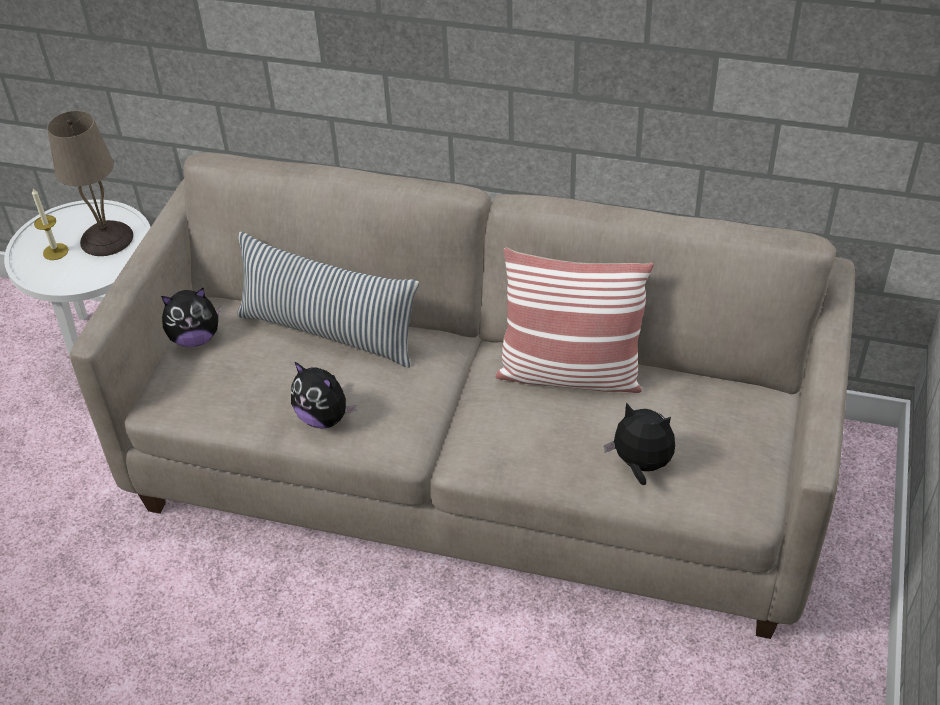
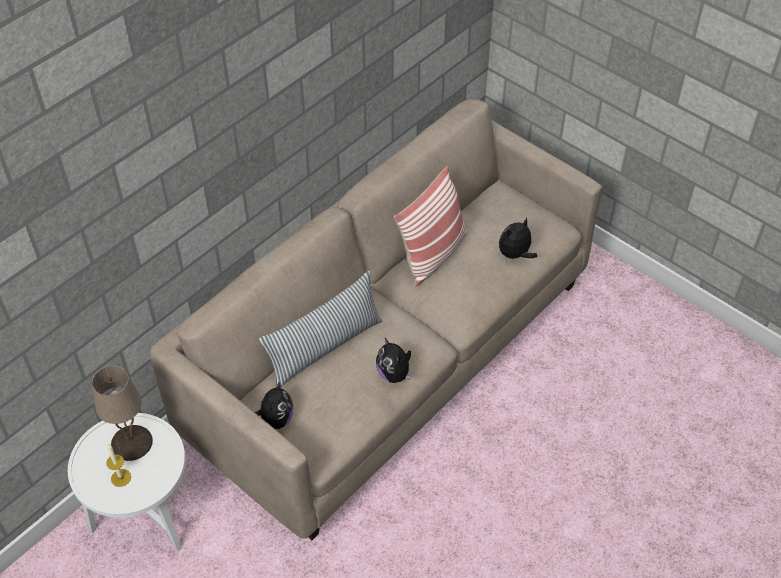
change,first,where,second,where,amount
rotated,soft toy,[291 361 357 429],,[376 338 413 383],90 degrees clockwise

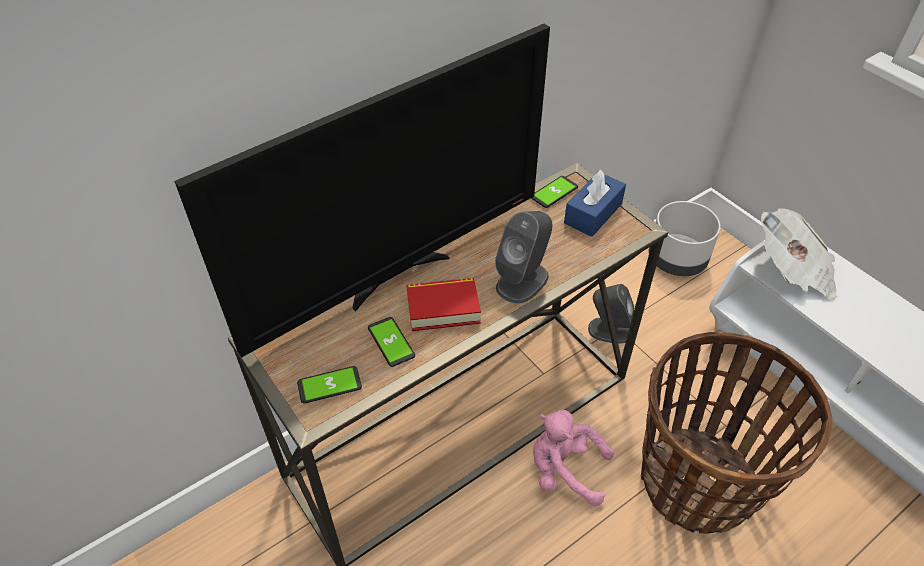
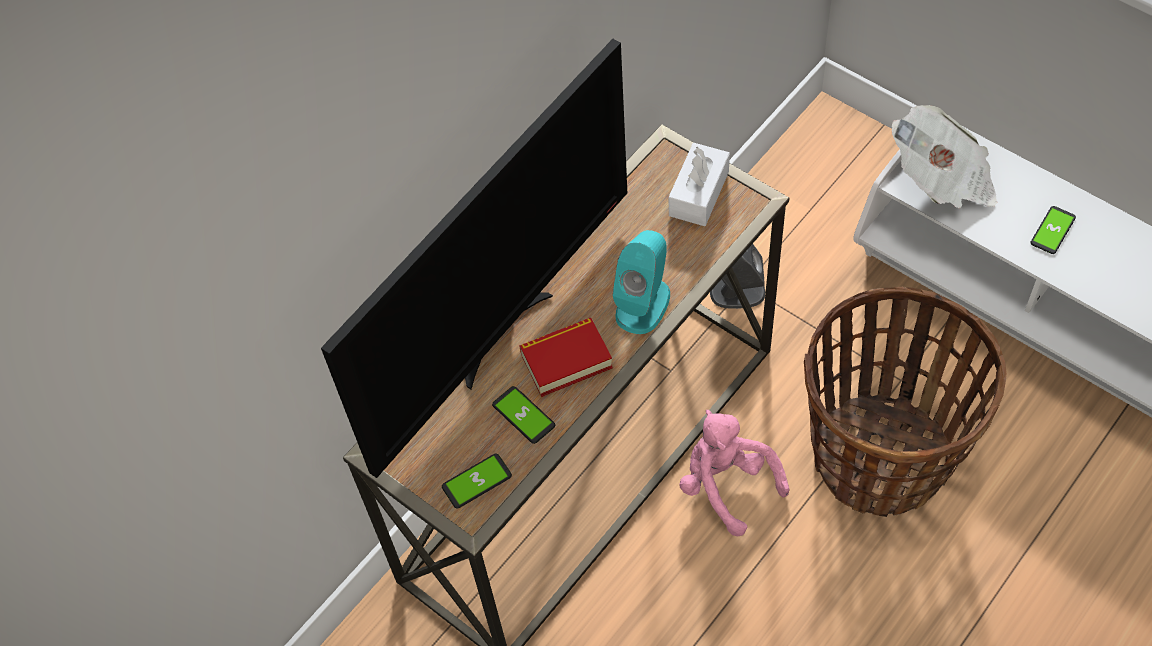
change,first,where,second,where,amount
gone,greyish plant pot,[649 201 721 276],,,
shifted,telephone,[531 176 578 208],,[1031 206 1076 254],
repainted,greyish speaker,[495 211 552 304],turquoise speaker,[613 230 670 334],
repainted,blue-coloured box of tissues,[564 170 626 237],white-coloured box of tissues,[669 143 730 226],
rotated,pink-coloured soft toy,[533 410 614 506],,[679 410 789 537],45 degrees clockwise

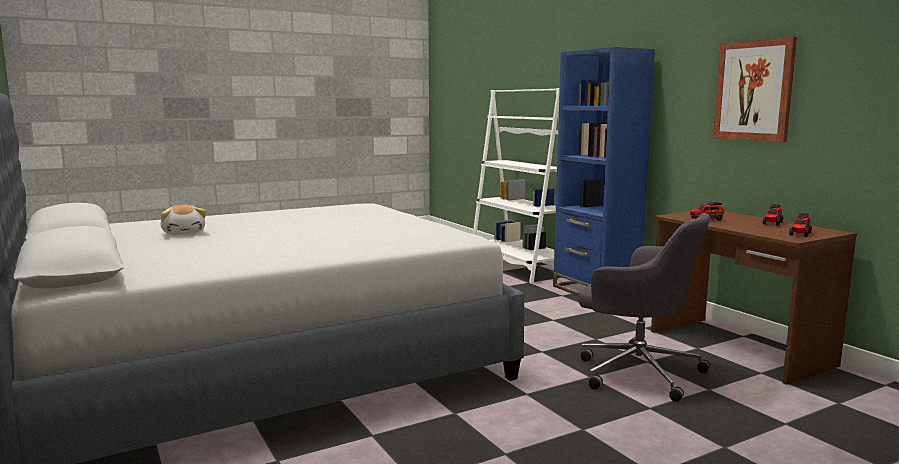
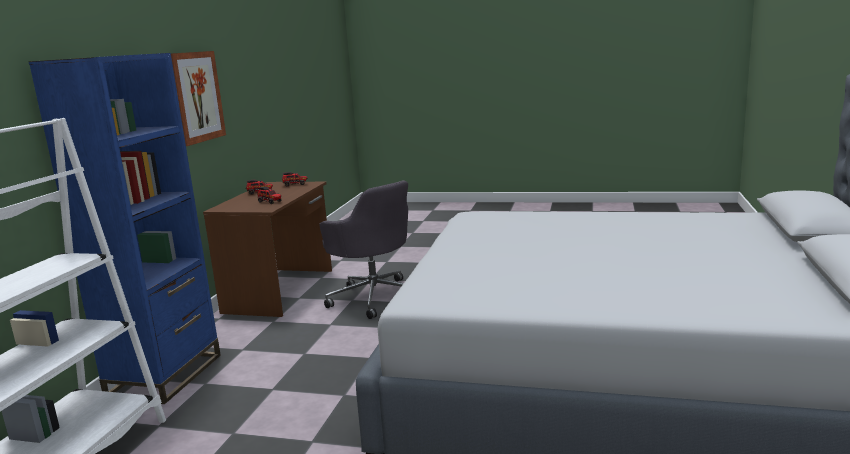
change,first,where,second,where,amount
gone,soft toy,[160 205 206 235],,,
rotated,greyish computer chair,[578 213 710 402],,[319 180 408 319],150 degrees clockwise

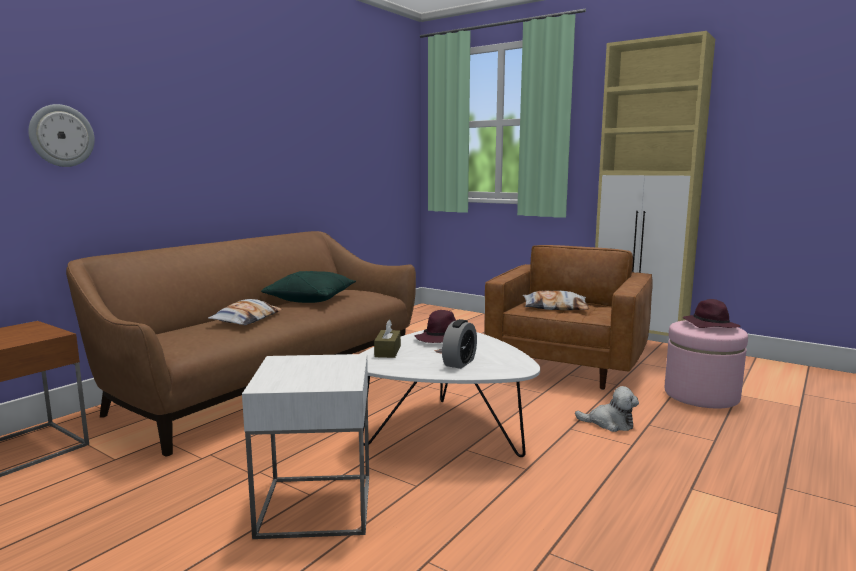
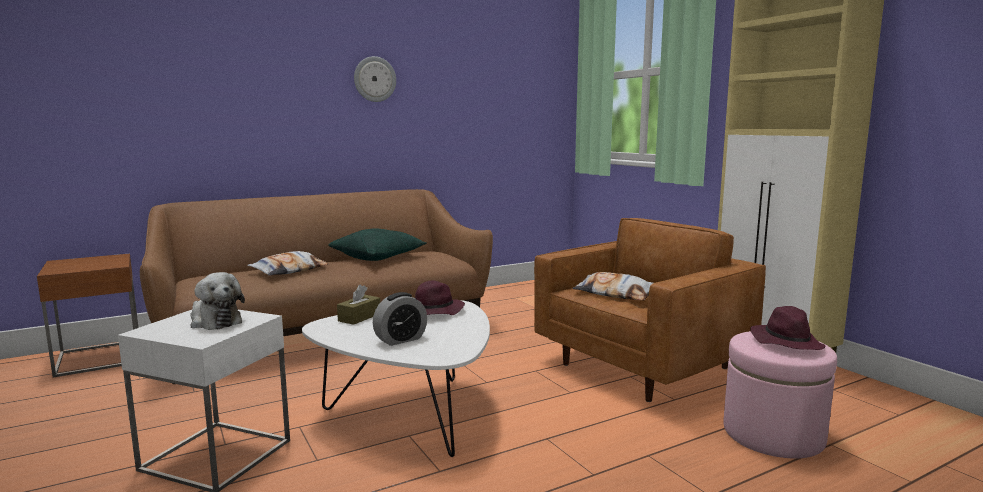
change,first,where,second,where,amount
shifted,hanging clock,[28 104 95 167],,[354 56 396 102],
shifted,soft toy,[575 386 639 432],,[190 272 245 330],

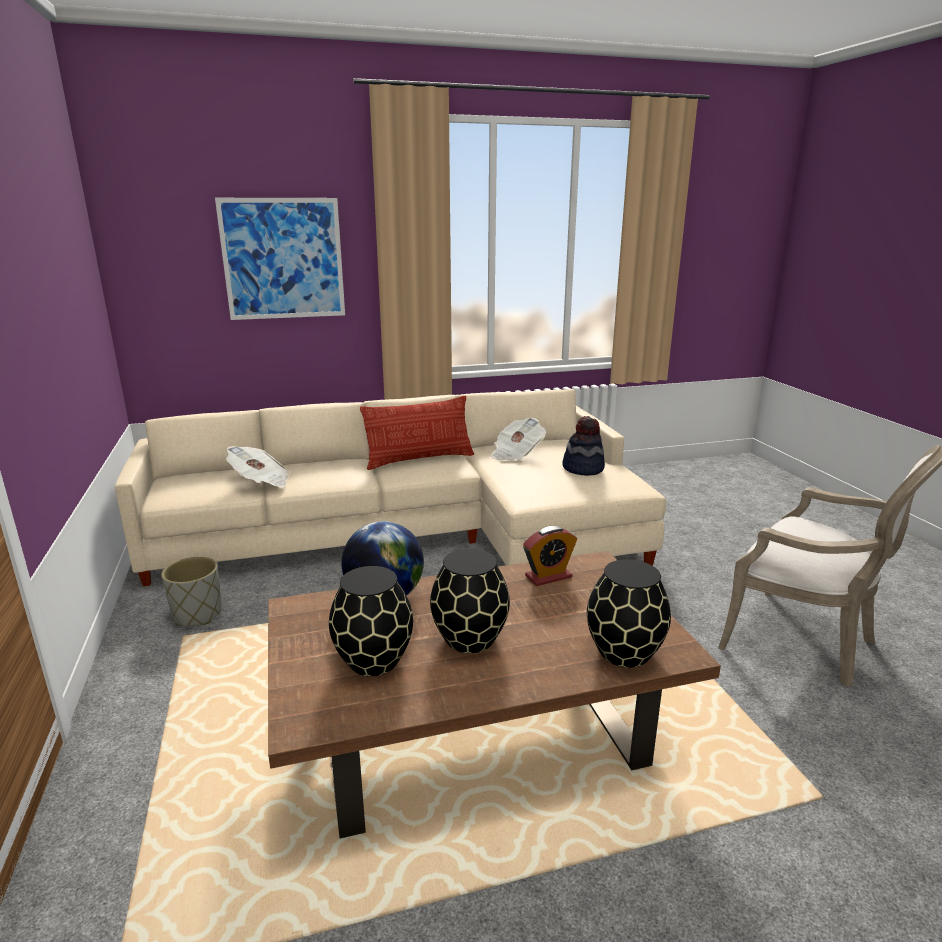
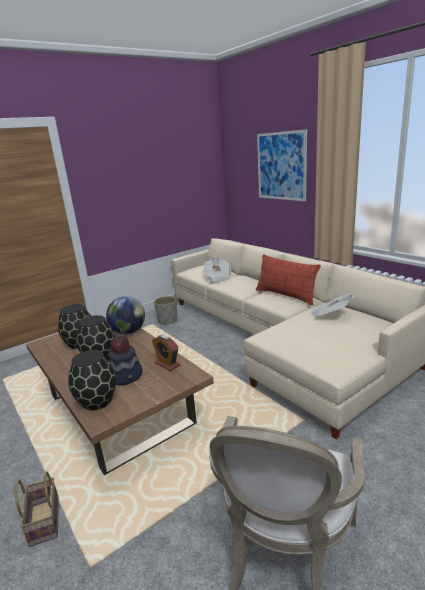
change,first,where,second,where,amount
new,,,household basket,[15 471 59 547],
shifted,clothing hat,[562 416 605 476],,[109 334 143 385],

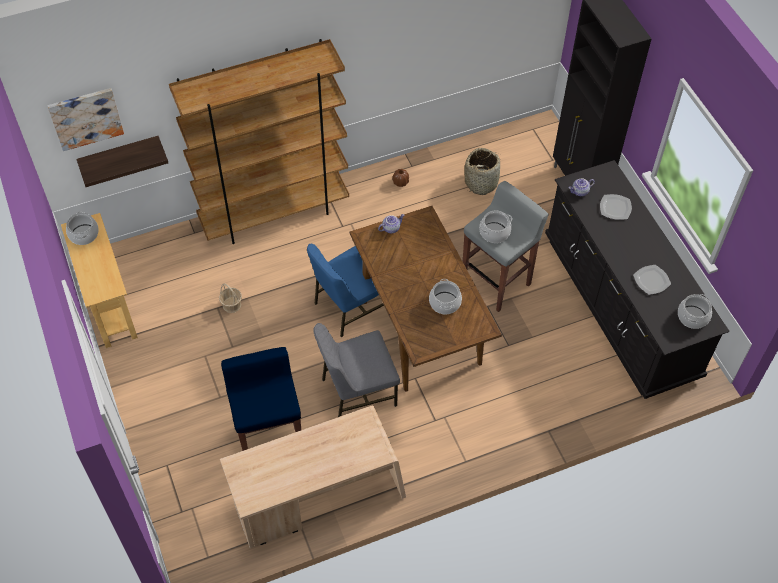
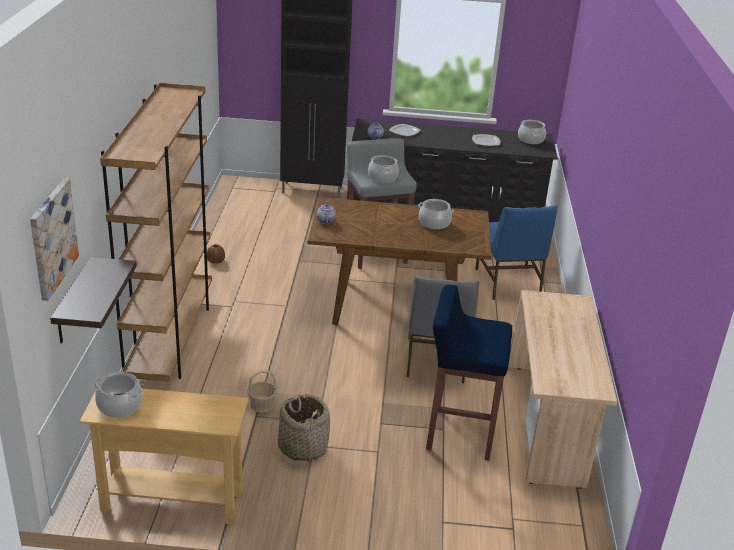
change,first,where,second,where,amount
shifted,blue-coloured plain chair,[307 244 384 337],,[475 205 558 300],
shifted,household basket,[465 148 501 195],,[278 394 330 462],

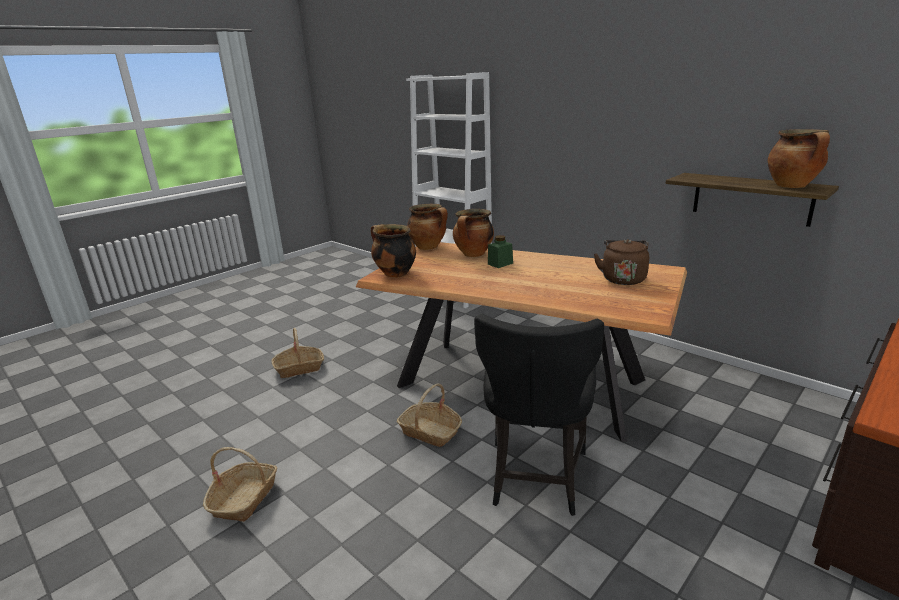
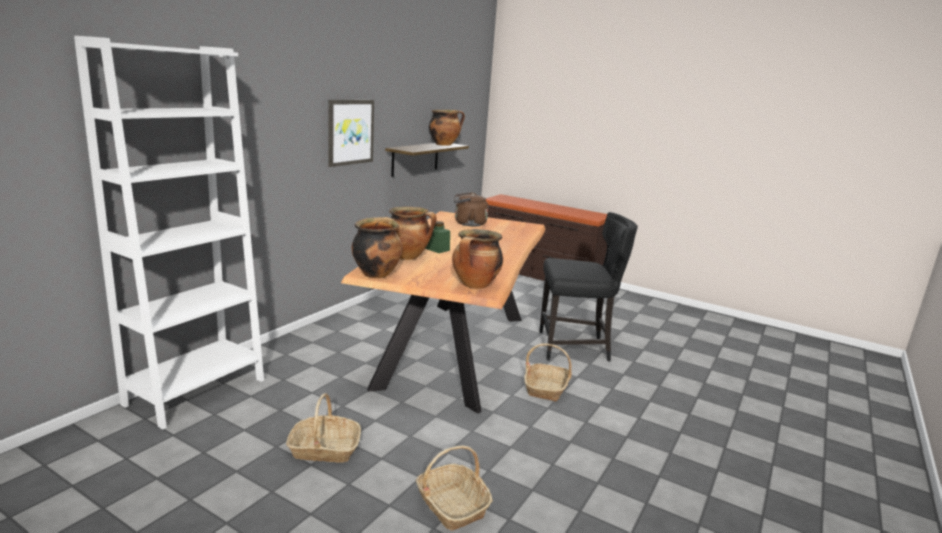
change,first,where,second,where,amount
new,,,wall picture,[328 100 374 167],
shifted,household basket,[203 447 277 522],,[286 393 361 463],

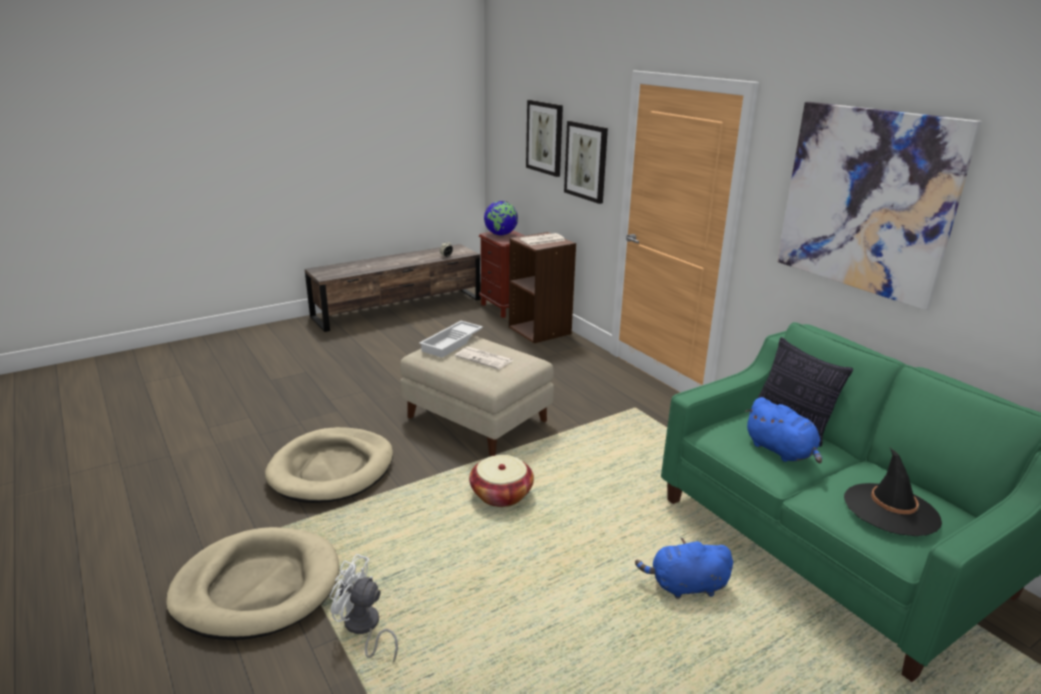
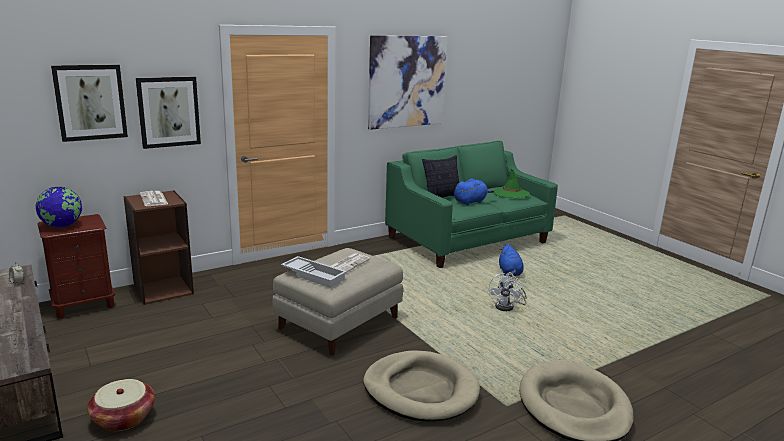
change,first,where,second,where,amount
shifted,white-coloured cooling fan,[329 554 398 663],,[489 272 526 311],
shifted,household basket,[469 455 534 507],,[87 379 155 431],
repainted,black clothing hat,[844 448 942 536],green clothing hat,[493 168 530 198],

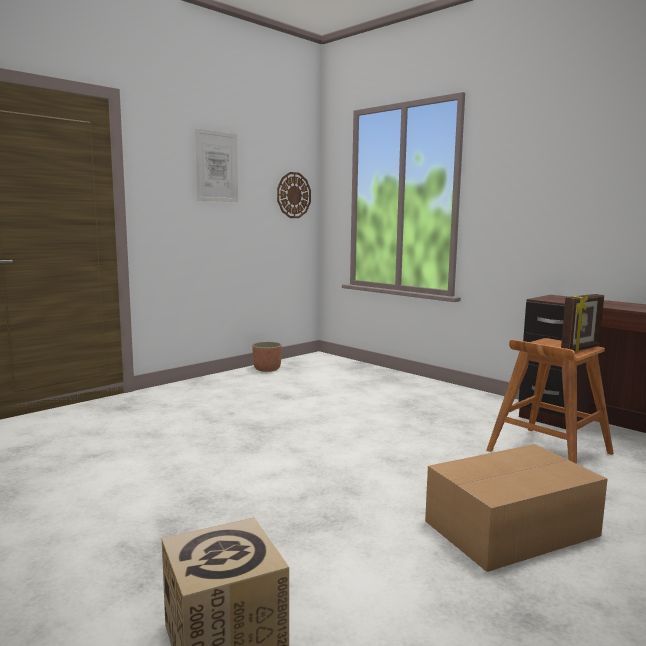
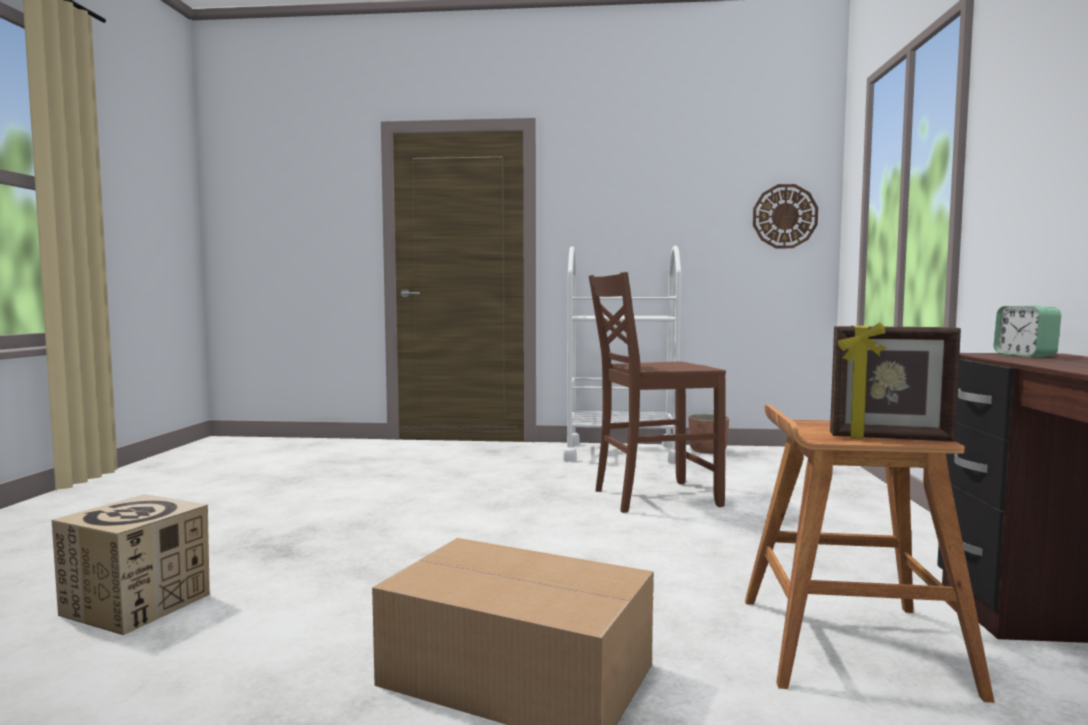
change,first,where,second,where,amount
gone,wall picture,[195 129 238 202],,,
new,,,white-coloured wheeled cart,[563 246 681 464],
new,,,brown plain chair,[589 272 726 513],
new,,,table clock,[994 306 1061 357],

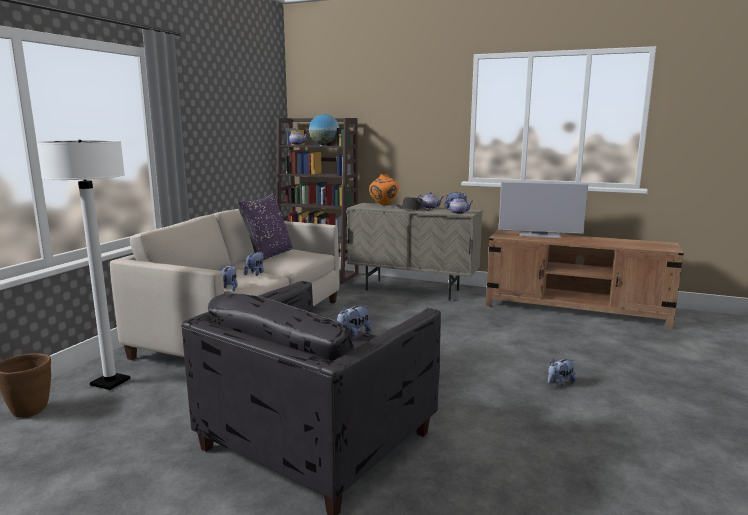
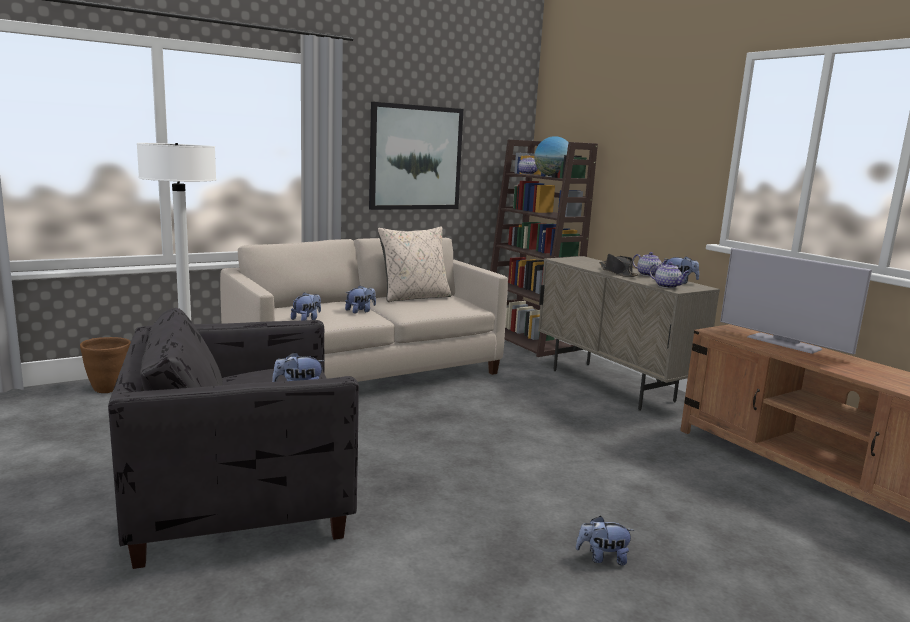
change,first,where,second,where,amount
gone,orangey vase,[369 174 399 205],,,
new,,,wall picture,[369 102 463 210],
repainted,purple-coloured cushion,[237 194 292 260],beige cushion,[378 226 451 302],

